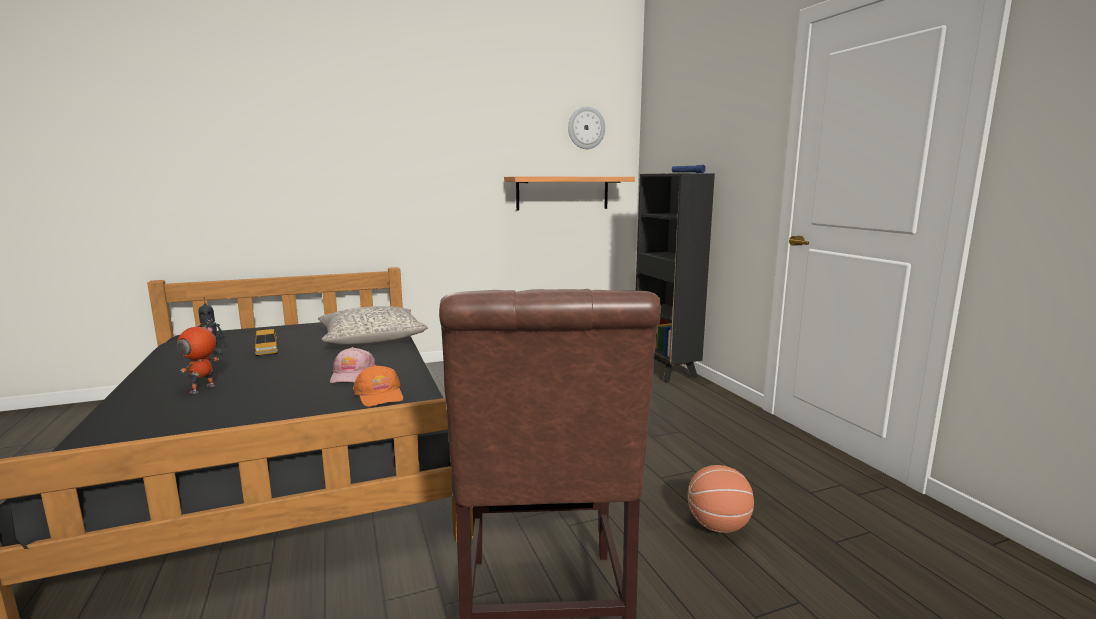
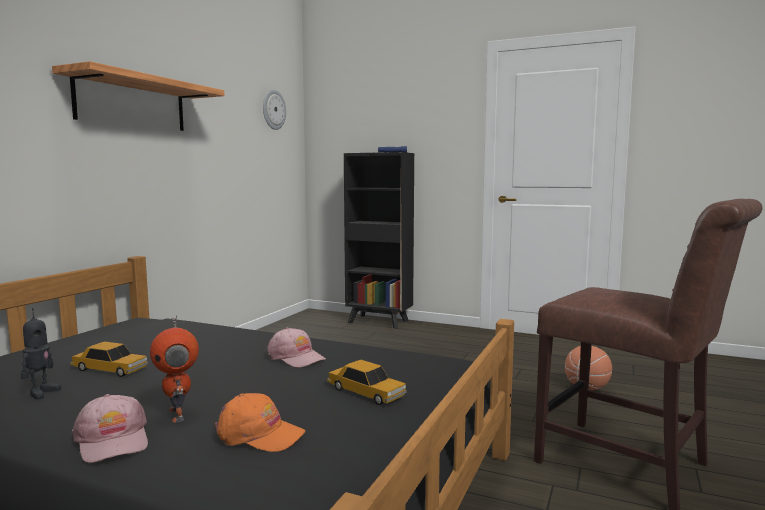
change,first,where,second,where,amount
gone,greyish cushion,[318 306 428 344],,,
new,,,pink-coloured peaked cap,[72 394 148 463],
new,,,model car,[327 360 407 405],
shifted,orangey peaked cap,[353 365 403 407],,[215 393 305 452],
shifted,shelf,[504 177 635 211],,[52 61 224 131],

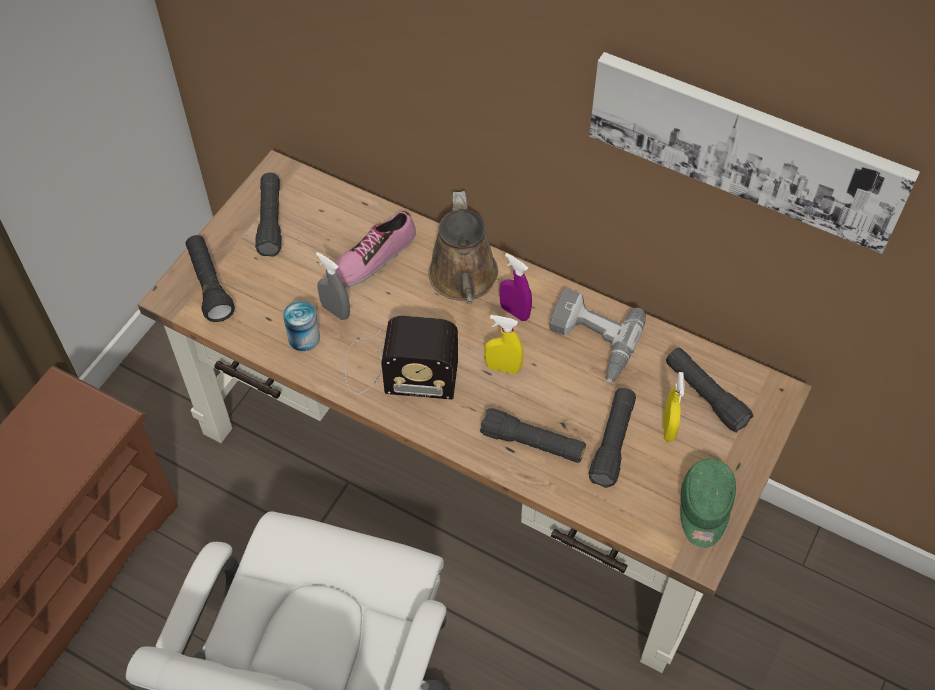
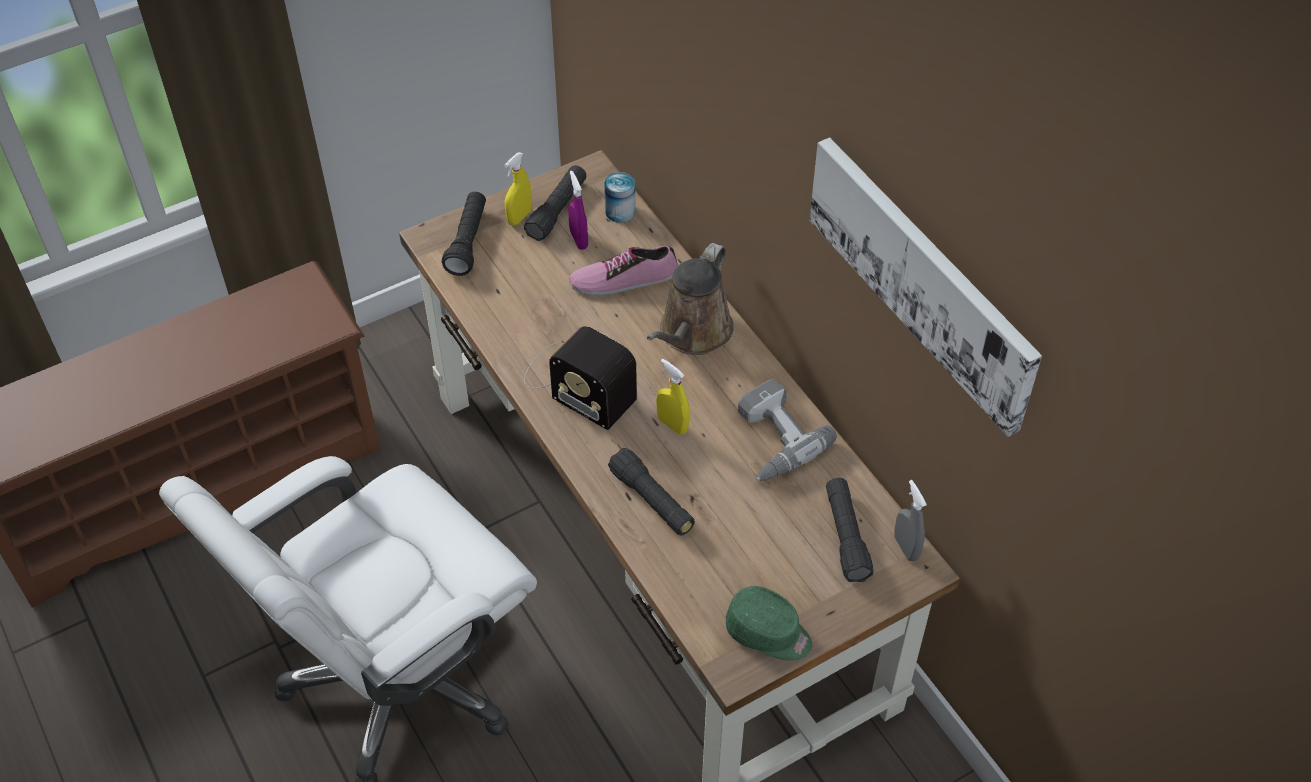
change,first,where,second,where,amount
gone,black flashlight,[589 388 636 488],,,
shifted,sealed can,[283 301 320 351],,[604 172 635 223],
shifted,greyish sprayer,[316 252 350 320],,[894 480 927 562],
shifted,purple-coloured sprayer,[499 253 532 321],,[568 171 588 250],
shifted,yellow-coloured sprayer,[663 372 685 442],,[504 152 532 226],
rotated,green peaked cap,[680 459 736 548],,[726 586 813 661],105 degrees counterclockwise

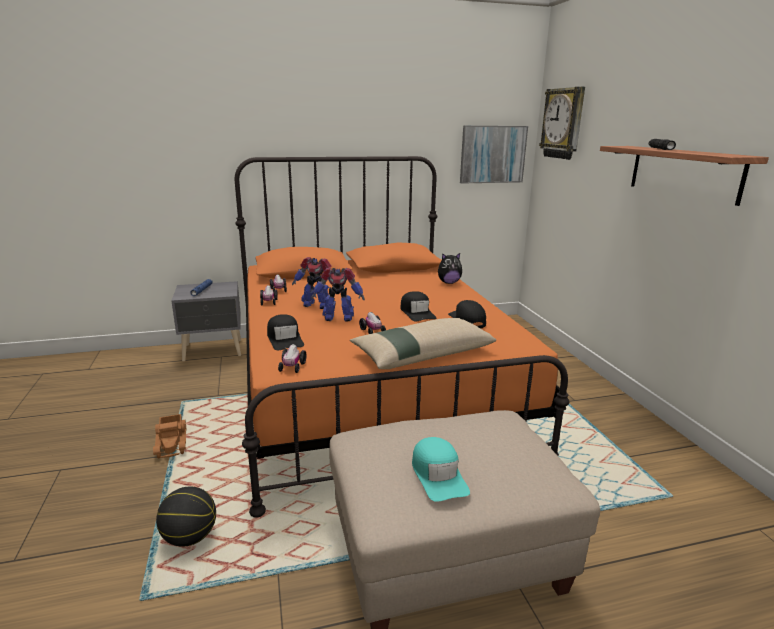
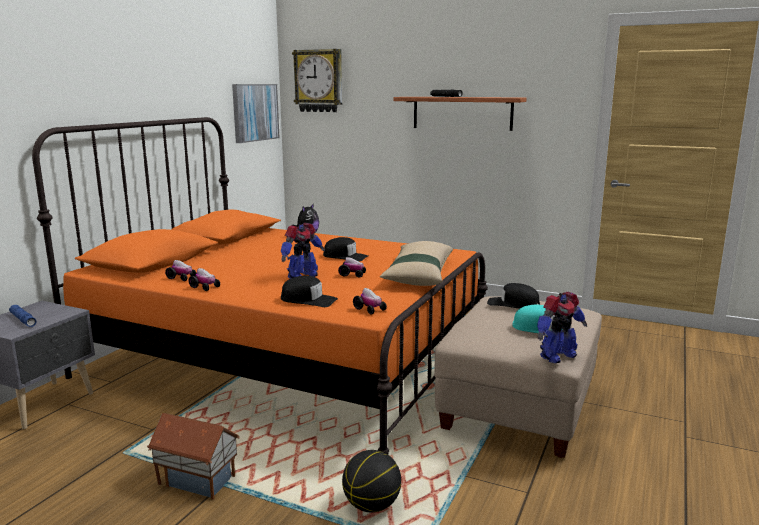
change,first,where,second,where,amount
shifted,toy robot,[292 257 332 309],,[537 292 587 363],
shifted,black peaked cap,[448 300 486 329],,[487 283 540 309],
swapped,toy truck,[153 414 186 458],model house,[147 413 240 500],

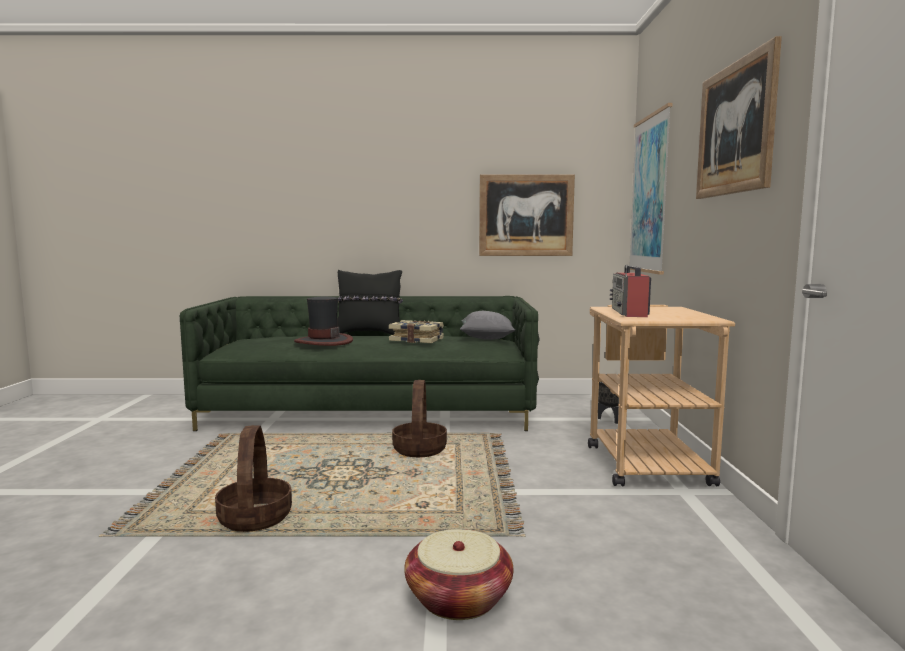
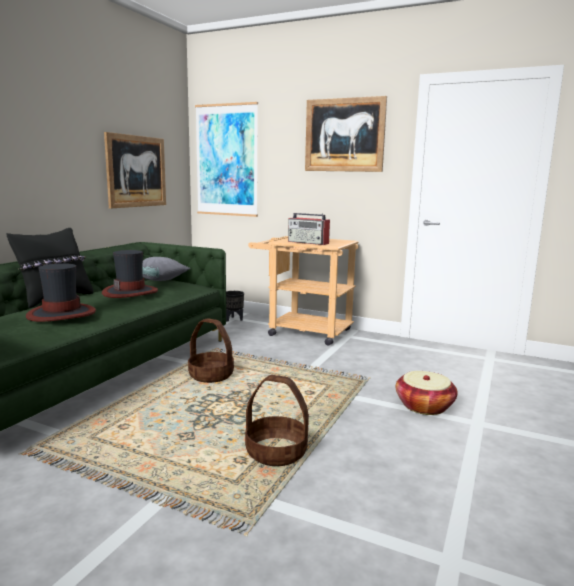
change,first,where,second,where,amount
swapped,volume,[389 320 444 343],clothing hat,[102 250 158 298],

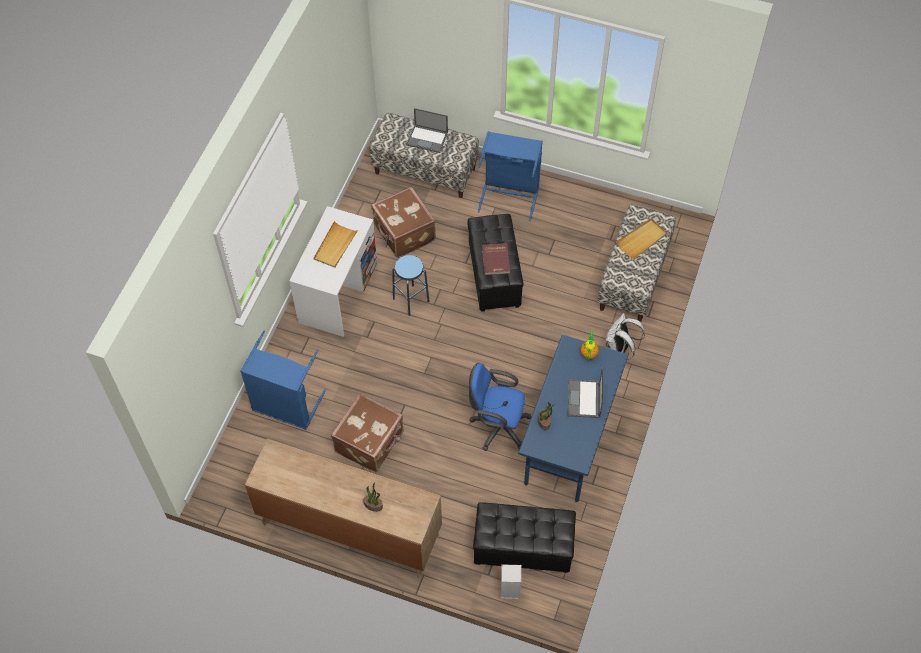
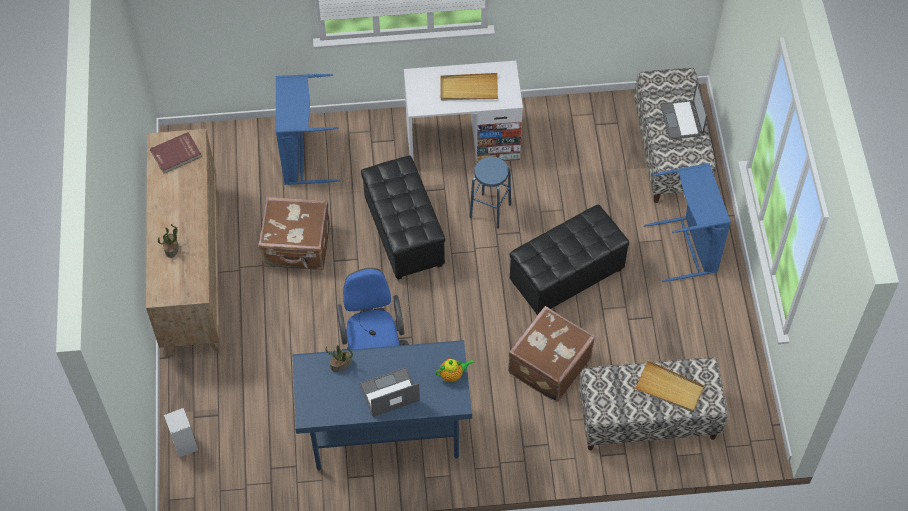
change,first,where,second,where,amount
gone,white-coloured knapsack,[605 313 645 360],,,
shifted,brown travel case,[371 187 436 258],,[508 306 595 402],
shifted,black footrest,[473 502 576 573],,[361 156 445 280],
shifted,red-coloured volume,[482 243 510 275],,[150 132 202 174],

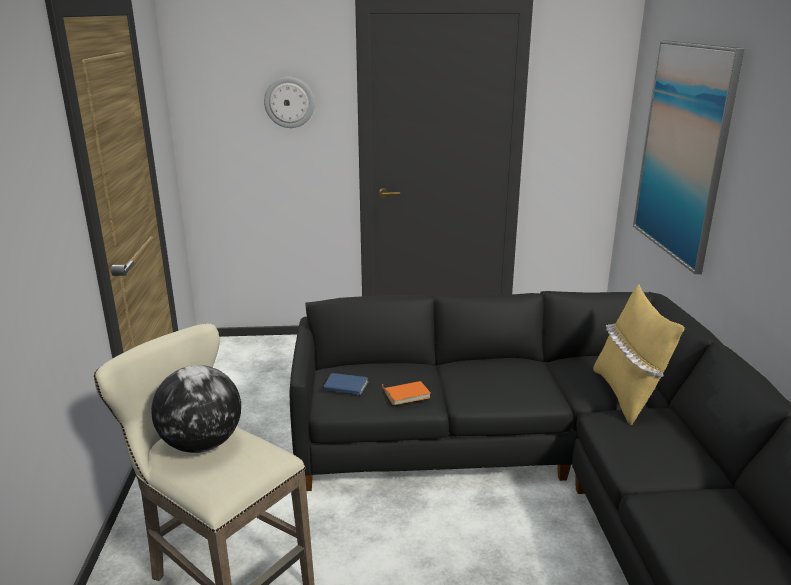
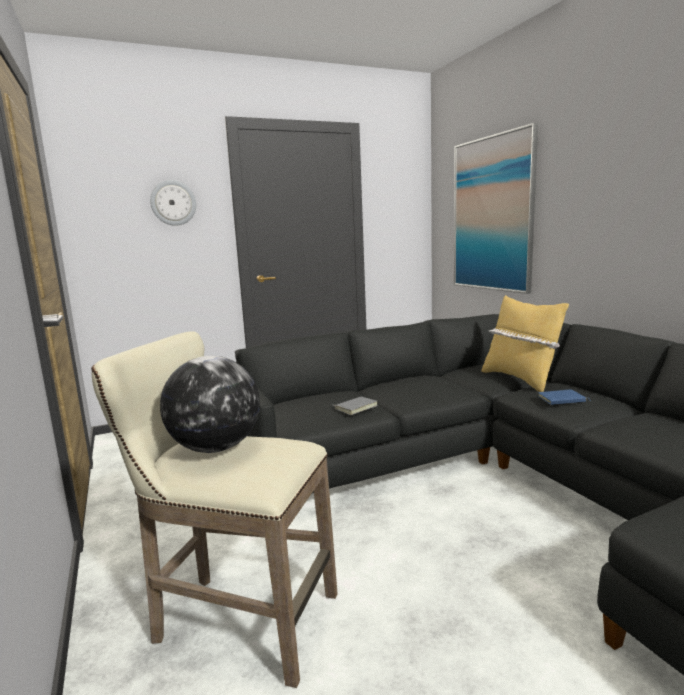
change,first,where,second,where,amount
shifted,blue-coloured volume,[323 373 368 397],,[538 389 591 405],
repainted,orangey volume,[382 381 431 405],greyish volume,[331 397 378 415],

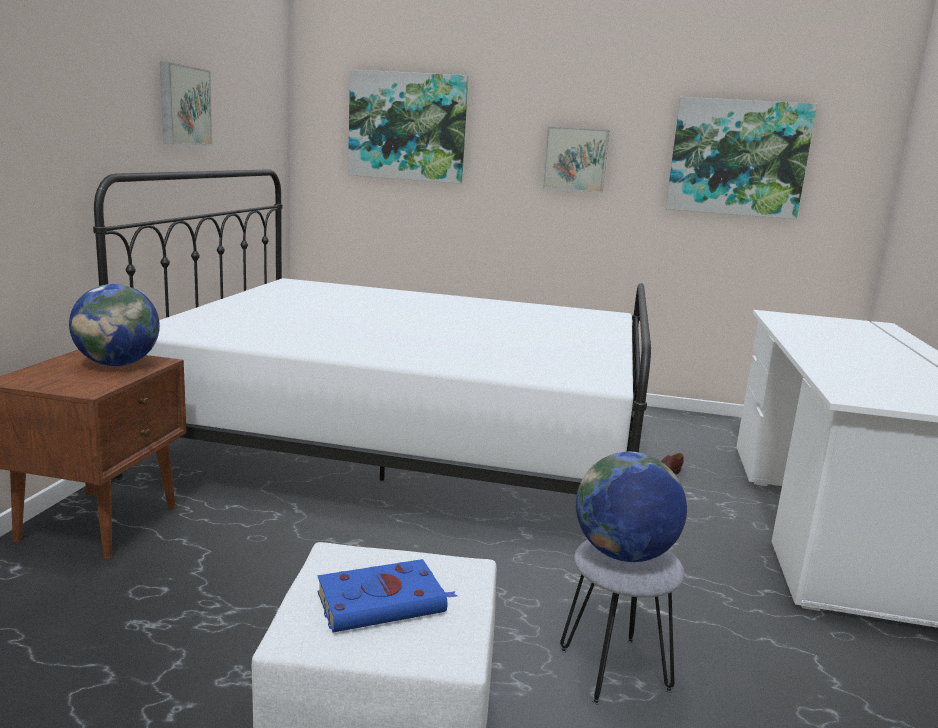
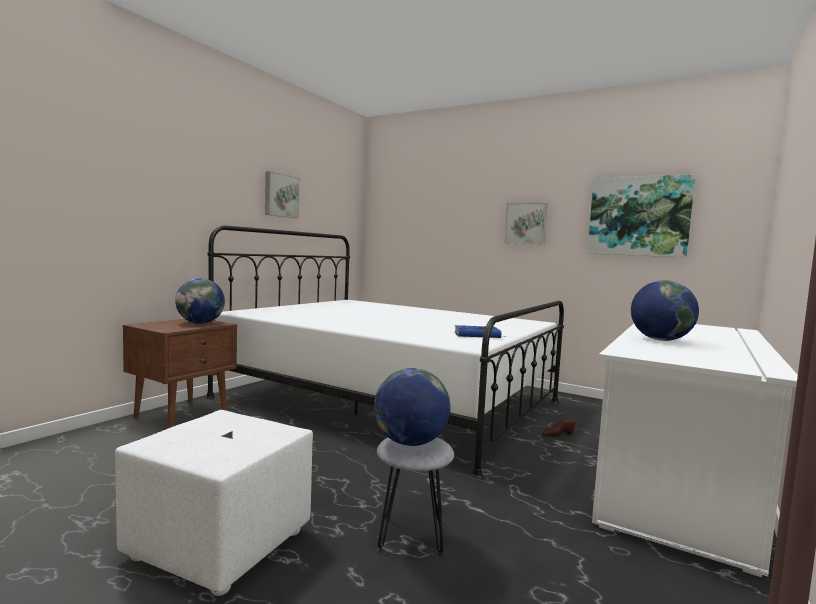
change,first,where,second,where,amount
gone,wall picture,[348 70 468 184],,,
new,,,globe,[631 280 699 341],
shifted,blue-coloured volume,[317 559 458 633],,[455 325 504 338],

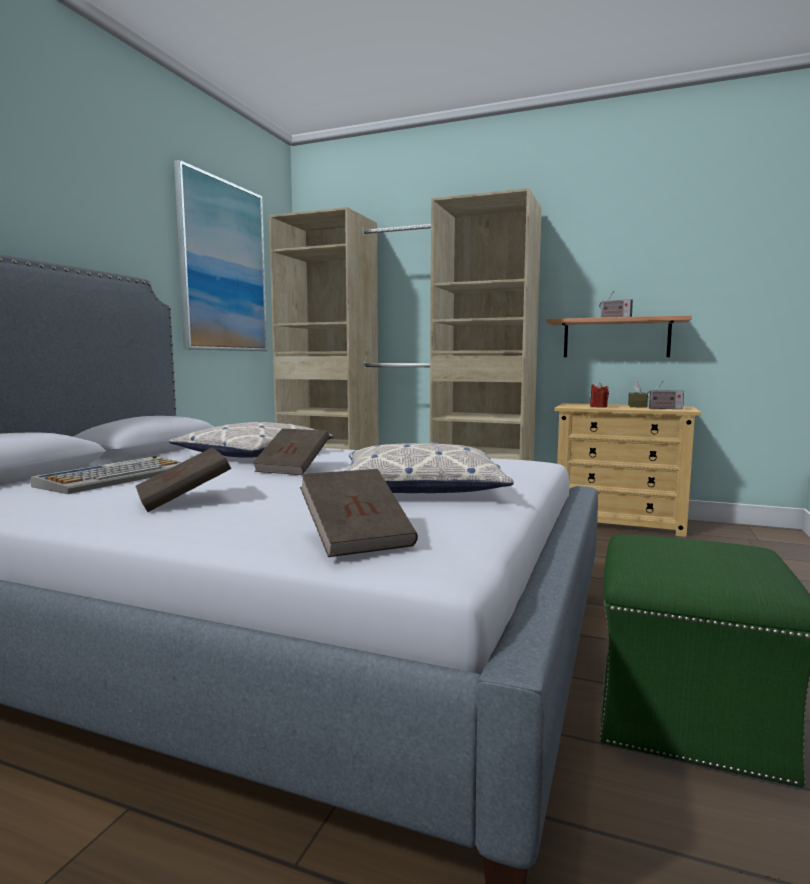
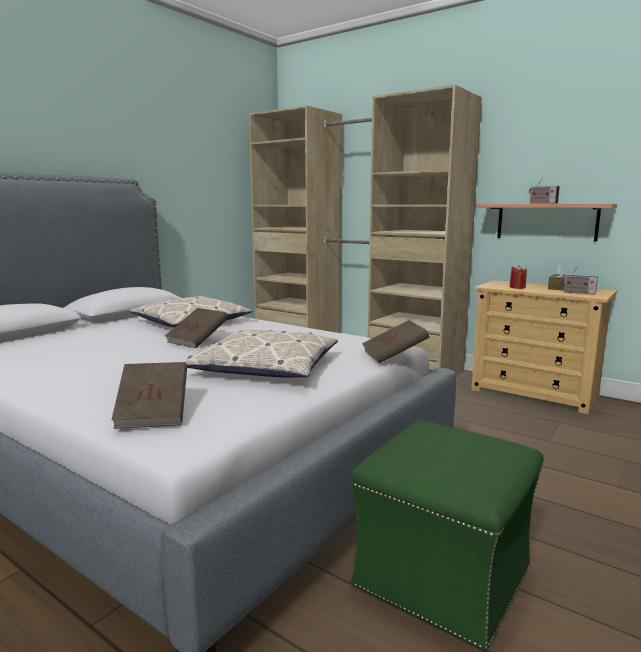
change,first,where,second,where,amount
gone,keyboard,[31 456 182 494],,,
gone,wall picture,[174 160 267 351],,,
shifted,brown volume,[135 447 231 512],,[362 320 429 363],

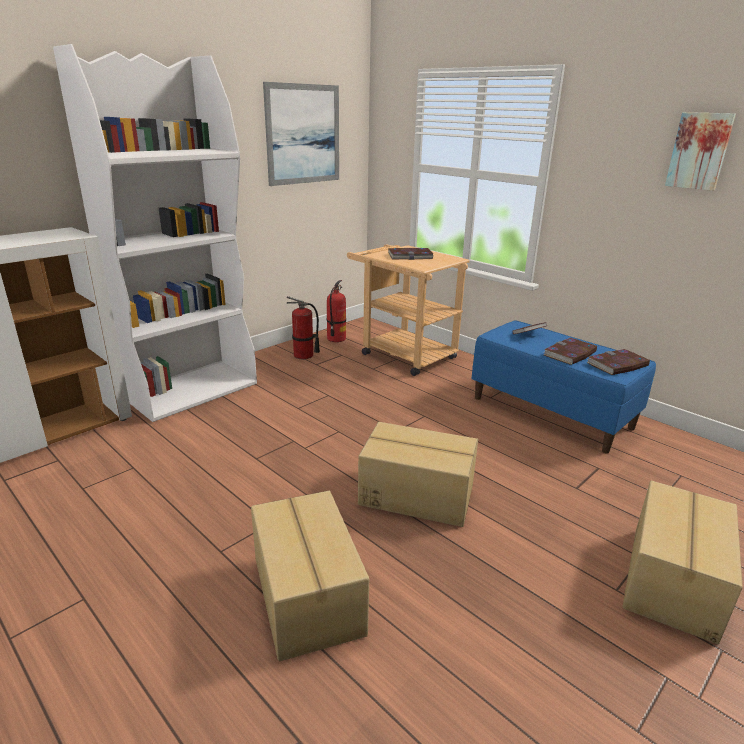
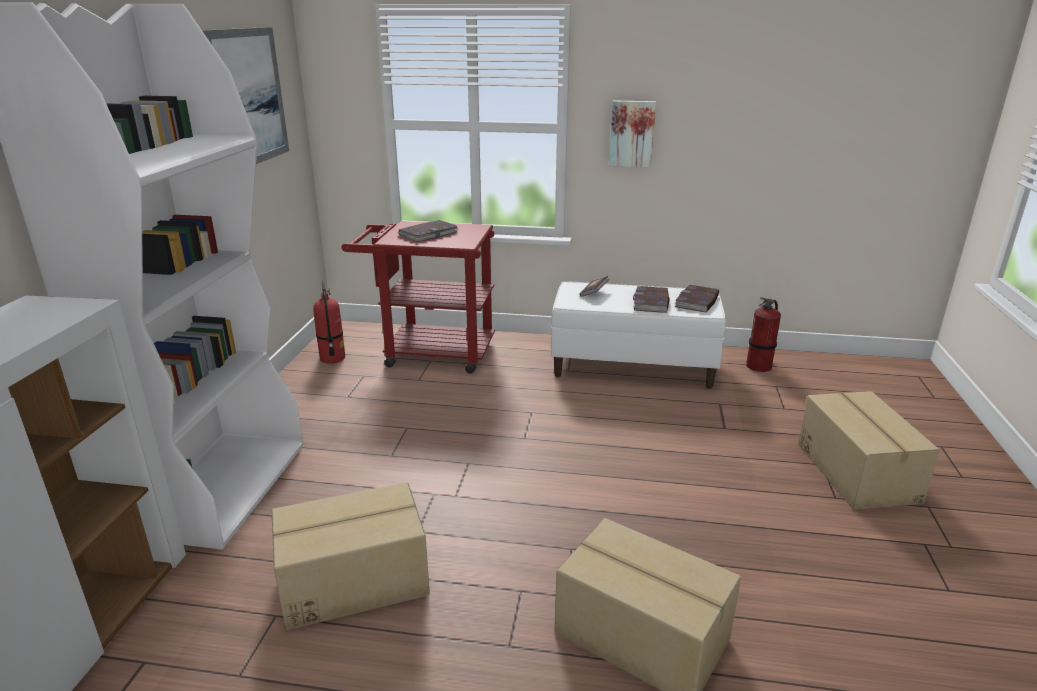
change,first,where,second,where,amount
shifted,fire extinguisher,[287 296 320 360],,[746 297 781 372],
shifted,packing box,[358 422 478 527],,[272 482 430 630],
shifted,wall picture,[665 112 736 191],,[609 100 656 168],
repainted,beige wheeled cart,[347 244 470 376],red-coloured wheeled cart,[342 221 495 374],
repainted,blue-coloured bench,[471 320 656 453],white-coloured bench,[551 281 726 389],

